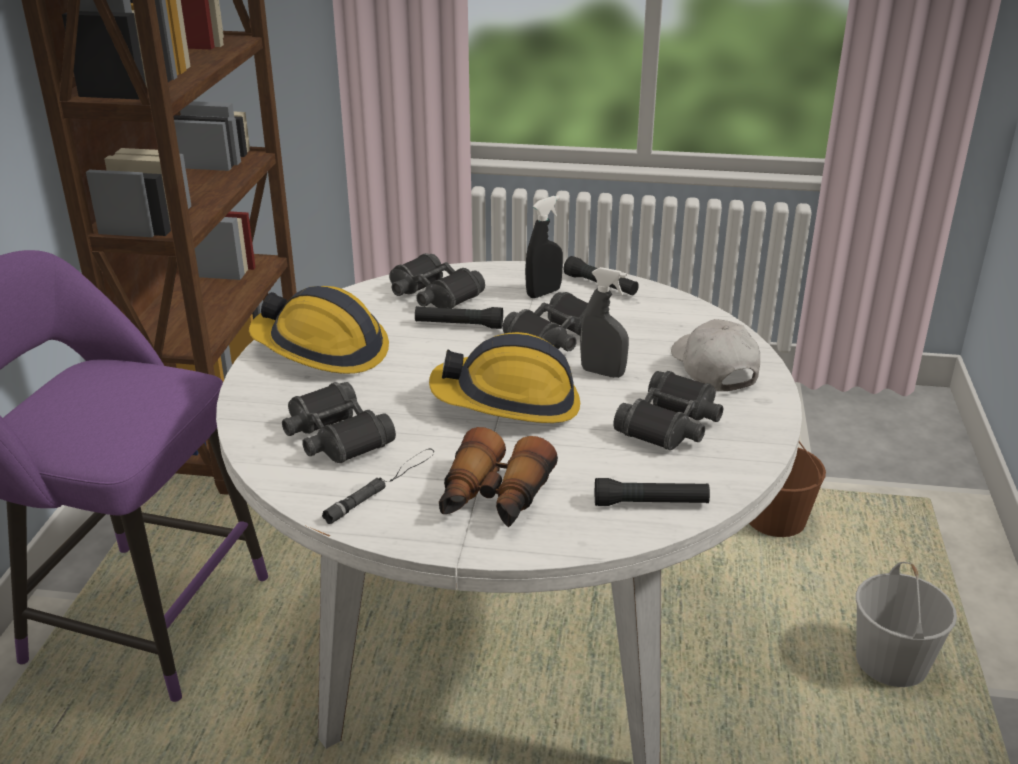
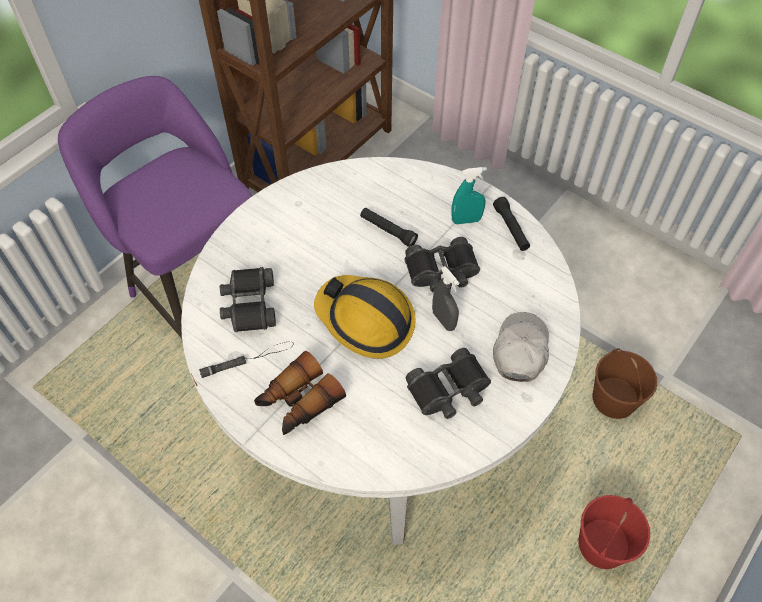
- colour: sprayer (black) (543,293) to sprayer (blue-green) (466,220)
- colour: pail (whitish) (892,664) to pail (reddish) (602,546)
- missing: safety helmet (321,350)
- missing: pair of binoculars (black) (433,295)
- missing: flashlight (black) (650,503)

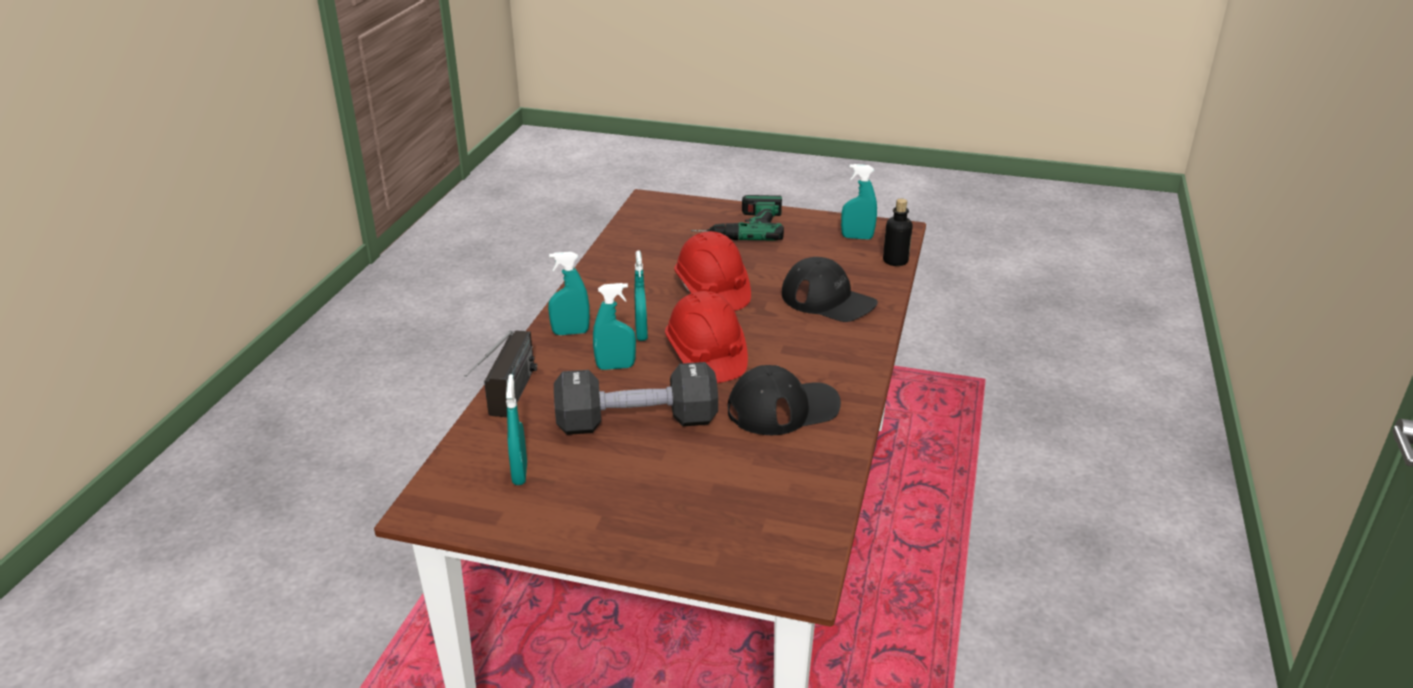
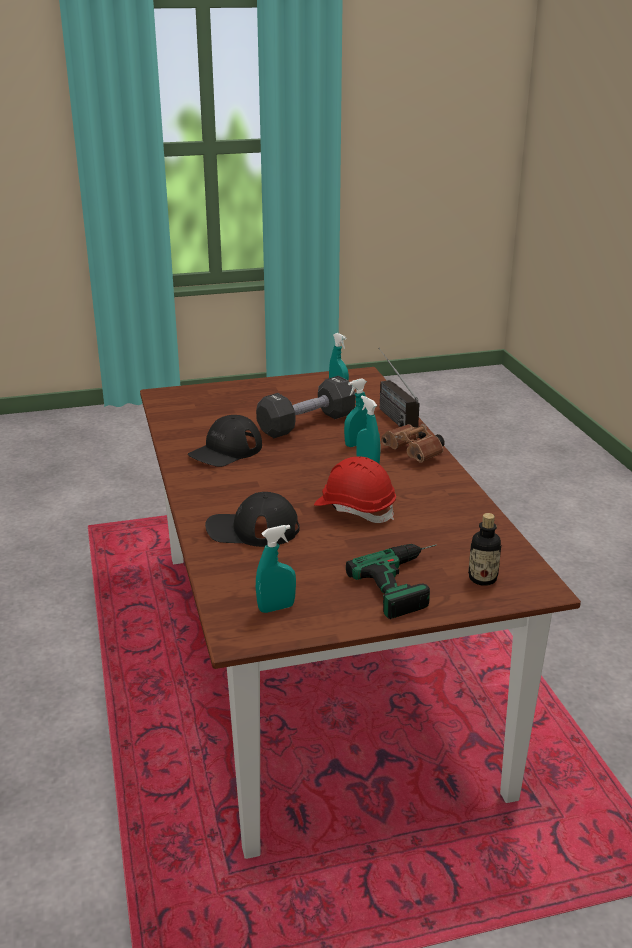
- exchanged: sprayer (blue-green) (570,332) to pair of binoculars (brown-coloured) (415,454)
- relocated: drink bottle (895,261) to (482,578)
- missing: safety helmet (reddish) (706,356)

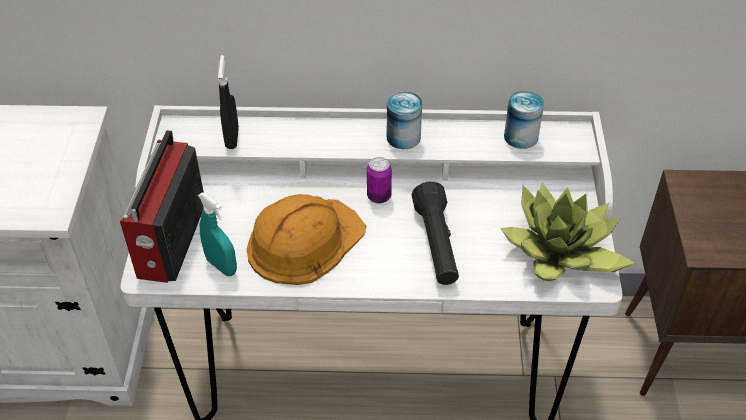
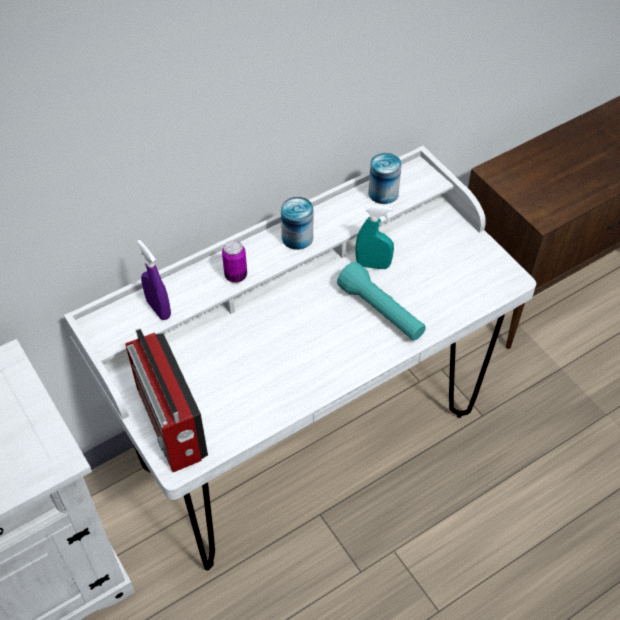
- colour: sprayer (black) (232,138) to sprayer (purplish) (158,309)
- relocated: can (379,196) to (236,275)
- colour: flashlight (black) (436,245) to flashlight (blue-green) (381,312)
- relocated: sprayer (blue-green) (221,266) to (373,265)
- missing: safety helmet (orange) (304,241)
- missing: plant in a pot (561,251)

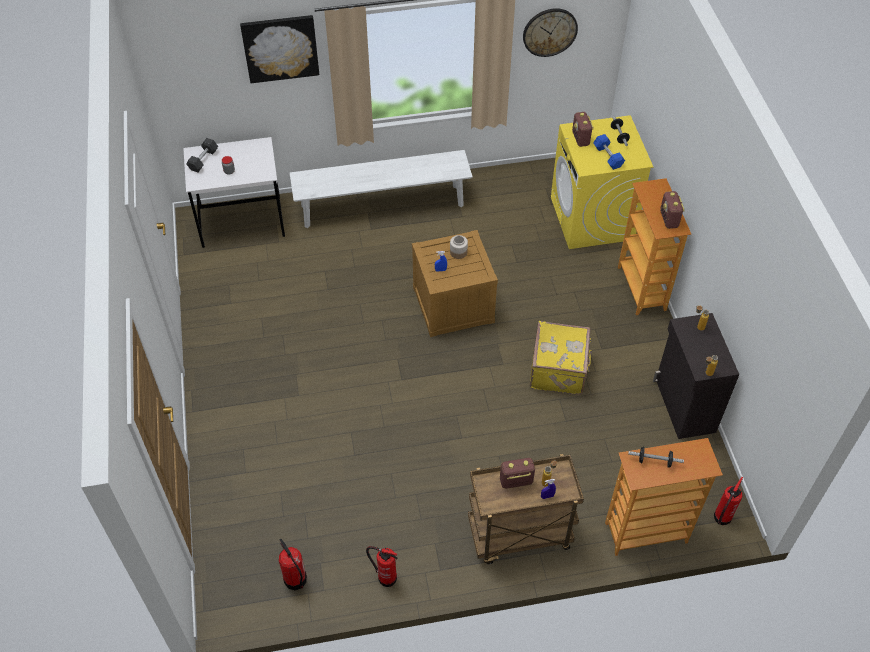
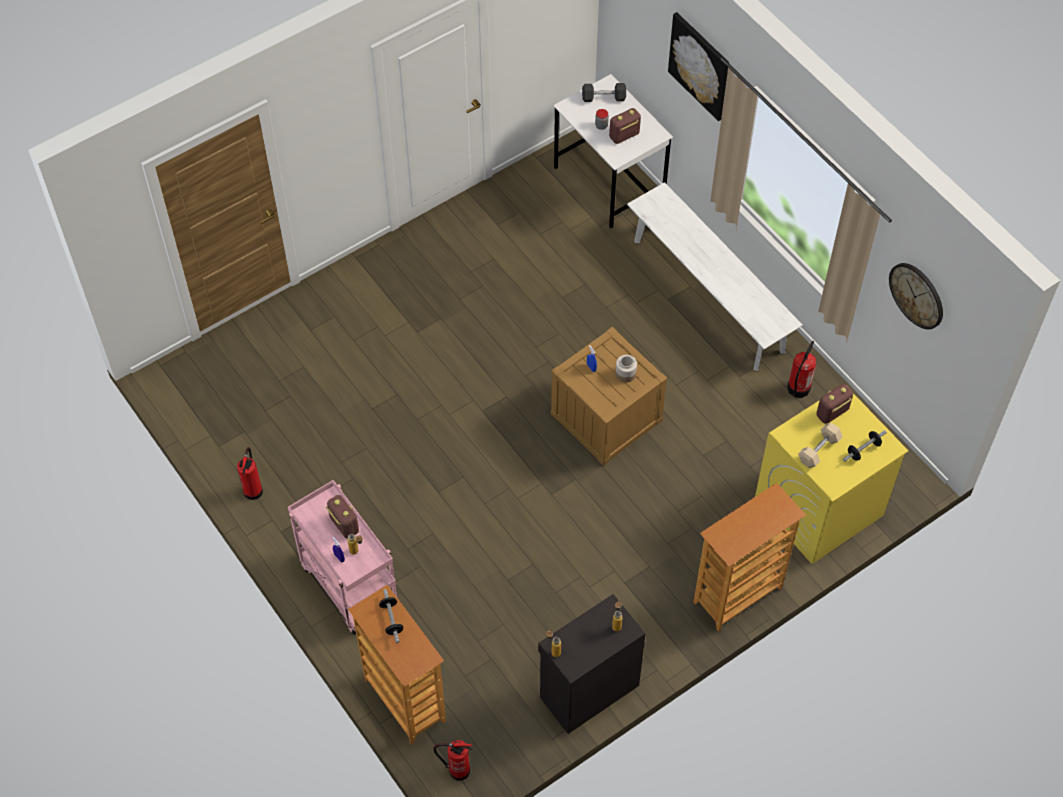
- colour: trolley (brown-coloured) (519,536) to trolley (pinkish) (348,585)
- relocated: radio receiver (669,219) to (624,136)
- relocated: extinguisher (295,579) to (798,388)
- colour: hand weight (blue-coloured) (608,157) to hand weight (beige-coloured) (819,450)
- missing: travel case (yellowish) (559,369)

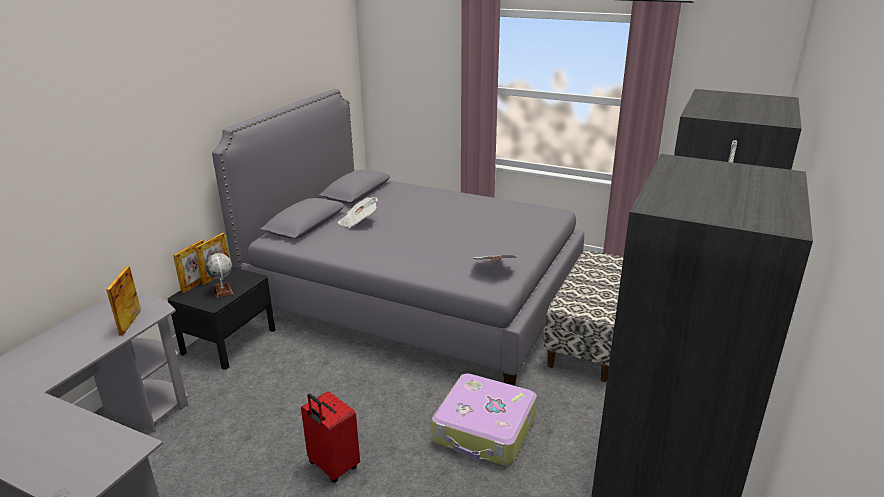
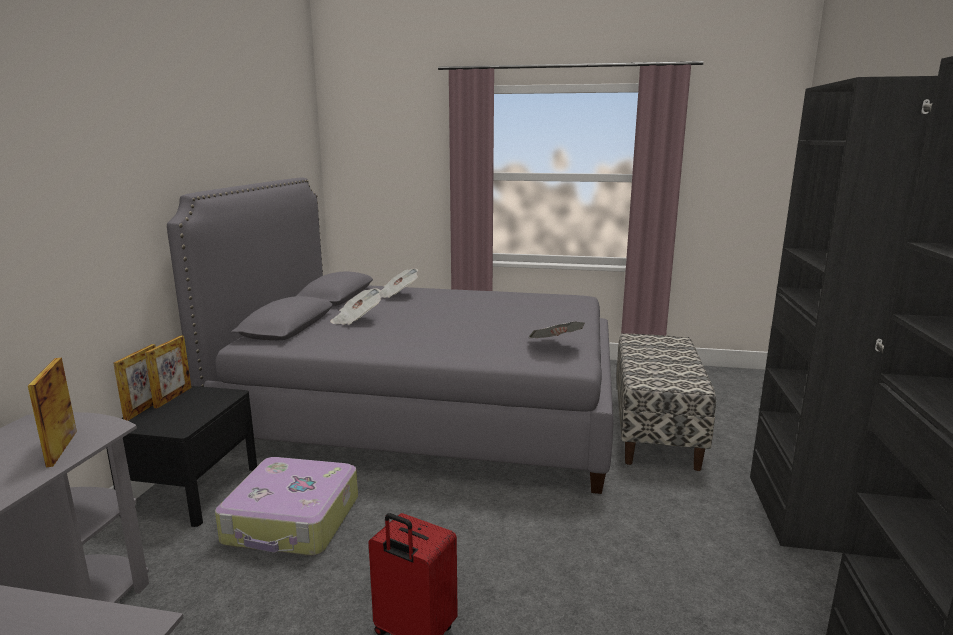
- relocated: travel case (485,430) to (293,521)
- appeared: newspaper (397,295)
- missing: globe (223,290)

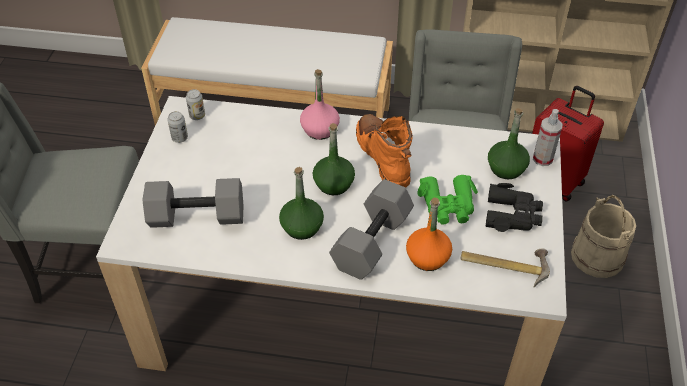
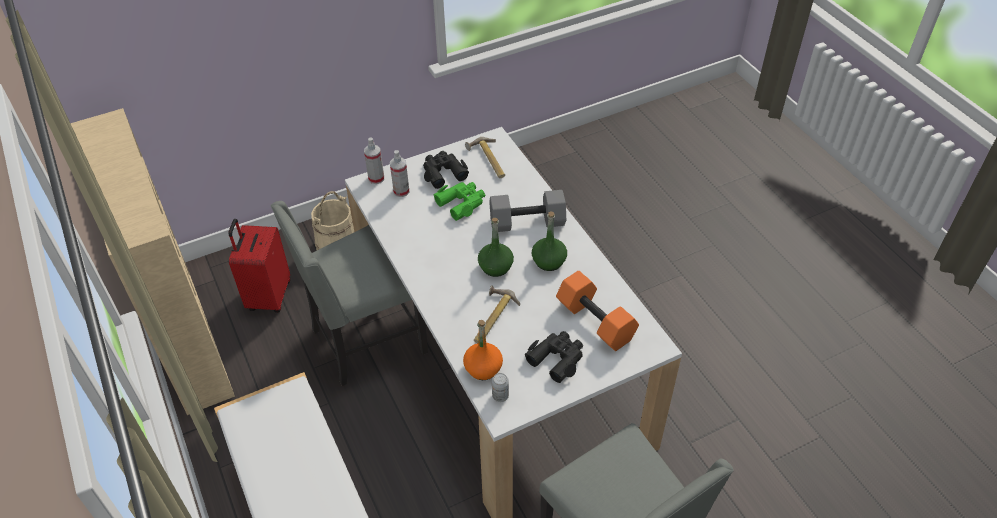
- exchanged: drink bottle (green) (506,168) to sprayer (401,191)
- relocated: drink bottle (orange) (427,258) to (483,368)
- appeared: hand hammer (491,318)
- appeared: pair of binoculars (black) (557,358)
- colour: hand weight (grey) (196,217) to hand weight (orange) (597,321)
- missing: can (180,138)
- missing: drink bottle (pinkish) (320,129)
- missing: high-top boot (orange) (383,157)

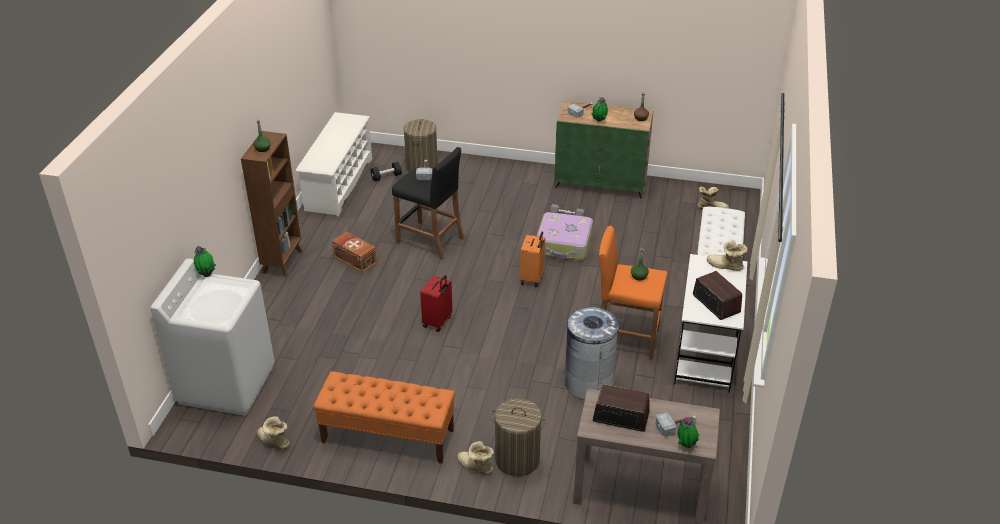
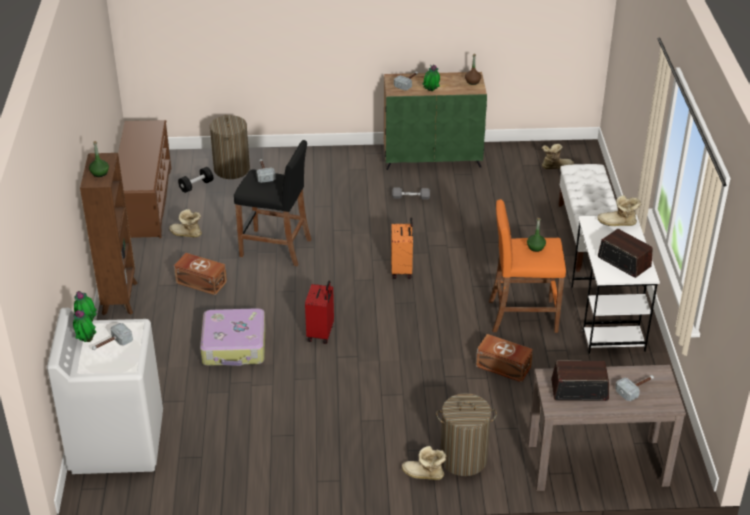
- relocated: plant in a pot (685,445) to (86,340)
- appeared: hand hammer (111,344)
- colour: shoe shelf (whitish) (338,184) to shoe shelf (brown-coloured) (145,202)
- relocated: high-top boot (274,442) to (186,234)
- relocated: travel case (564,244) to (234,346)
- exchanged: waste bin (grey) (588,382) to storage box (brown-coloured) (503,367)
- missing: bench (orange) (387,436)

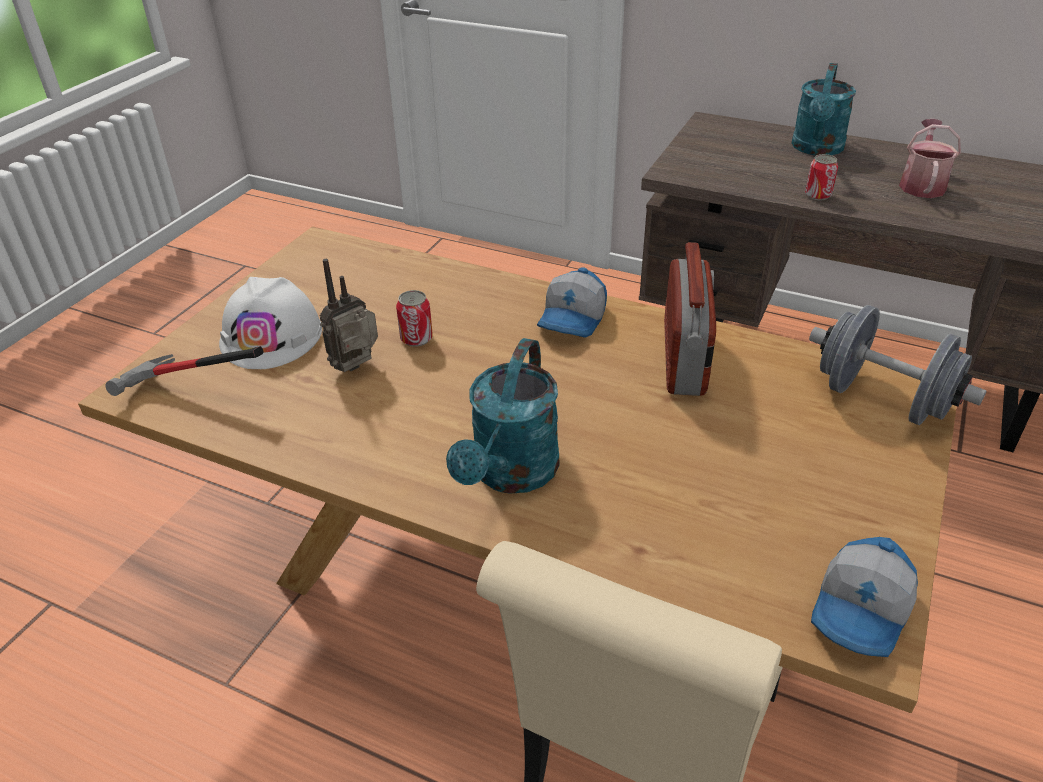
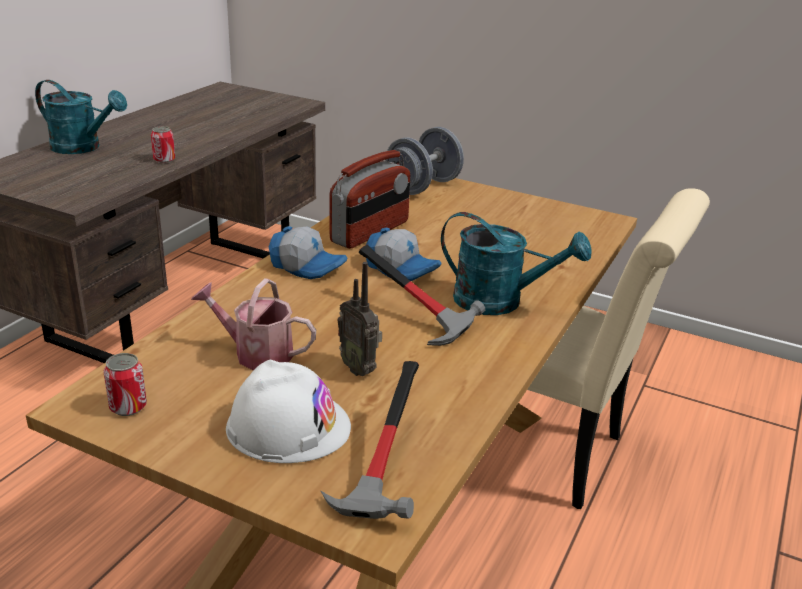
- relocated: can (416,338) to (128,407)
- relocated: sprinkling can (921,184) to (256,353)
- spun: radio receiver (685,358) = (370,232) 120 degrees clockwise
- appeared: hand hammer (421,317)
- relocated: baseball cap (862,612) to (402,268)

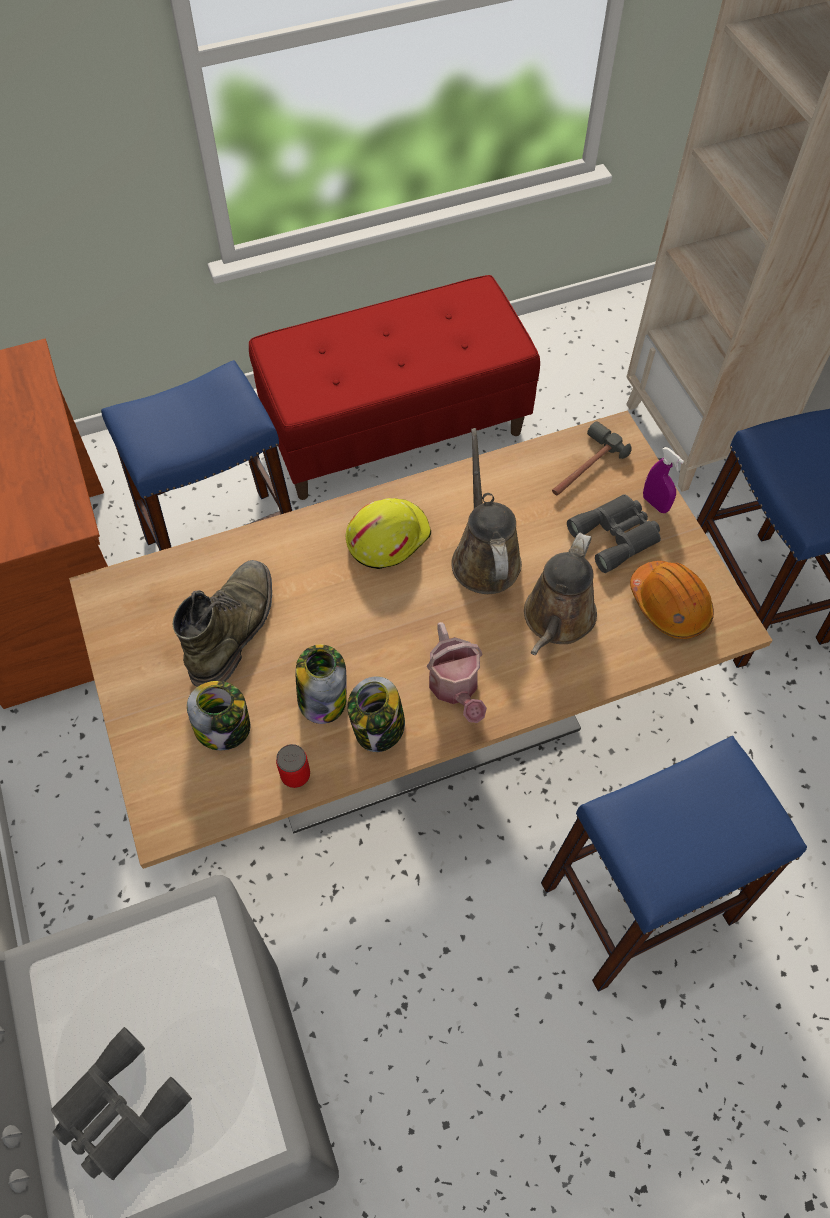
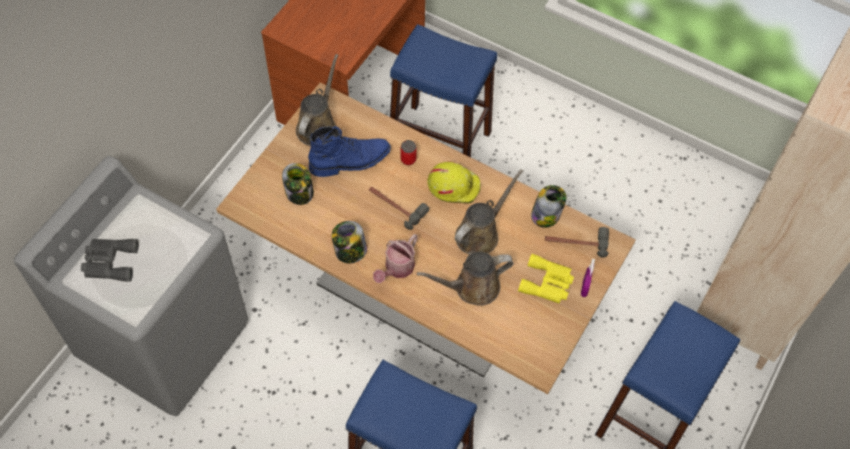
- appeared: sprinkling can (brown-coloured) (318,126)
- colour: high-top boot (green) (233,628) to high-top boot (blue-coloured) (350,160)
- appeared: hand hammer (395,206)
- relocated: can (295,775) to (408,159)
- colour: pair of binoculars (grey) (617,535) to pair of binoculars (yellowish) (547,283)
- relocated: preserve jar (322,698) to (546,215)
- missing: bench (reddish) (395,428)
- missing: safety helmet (orange) (669,605)

